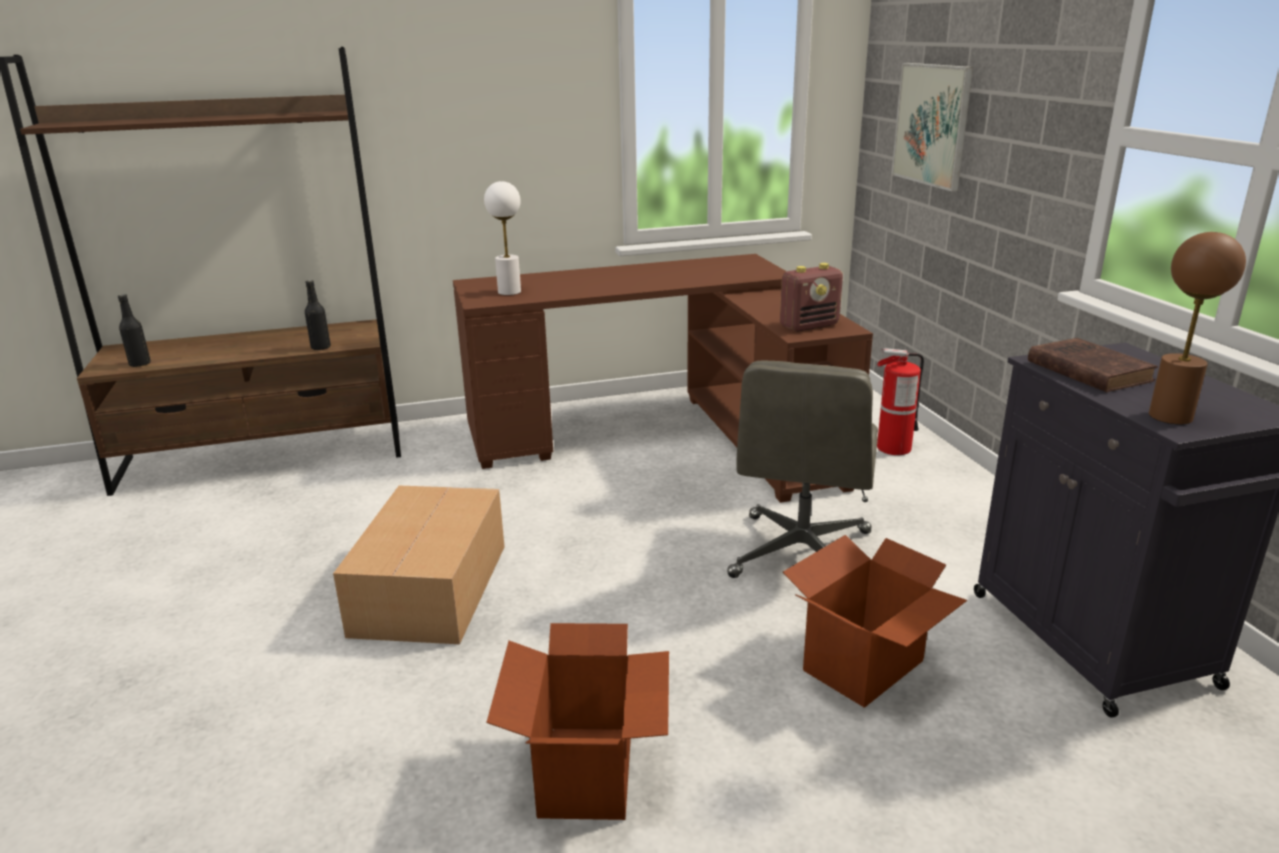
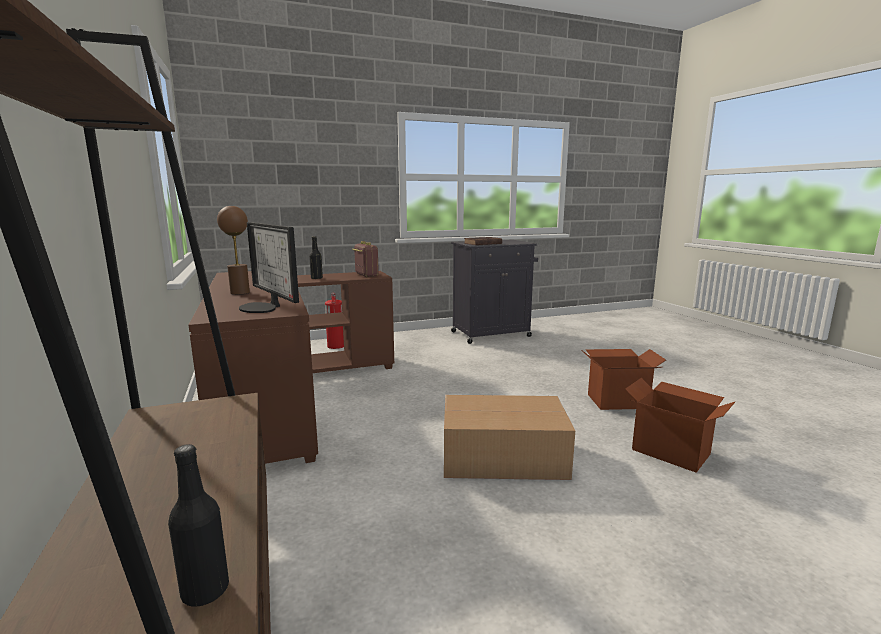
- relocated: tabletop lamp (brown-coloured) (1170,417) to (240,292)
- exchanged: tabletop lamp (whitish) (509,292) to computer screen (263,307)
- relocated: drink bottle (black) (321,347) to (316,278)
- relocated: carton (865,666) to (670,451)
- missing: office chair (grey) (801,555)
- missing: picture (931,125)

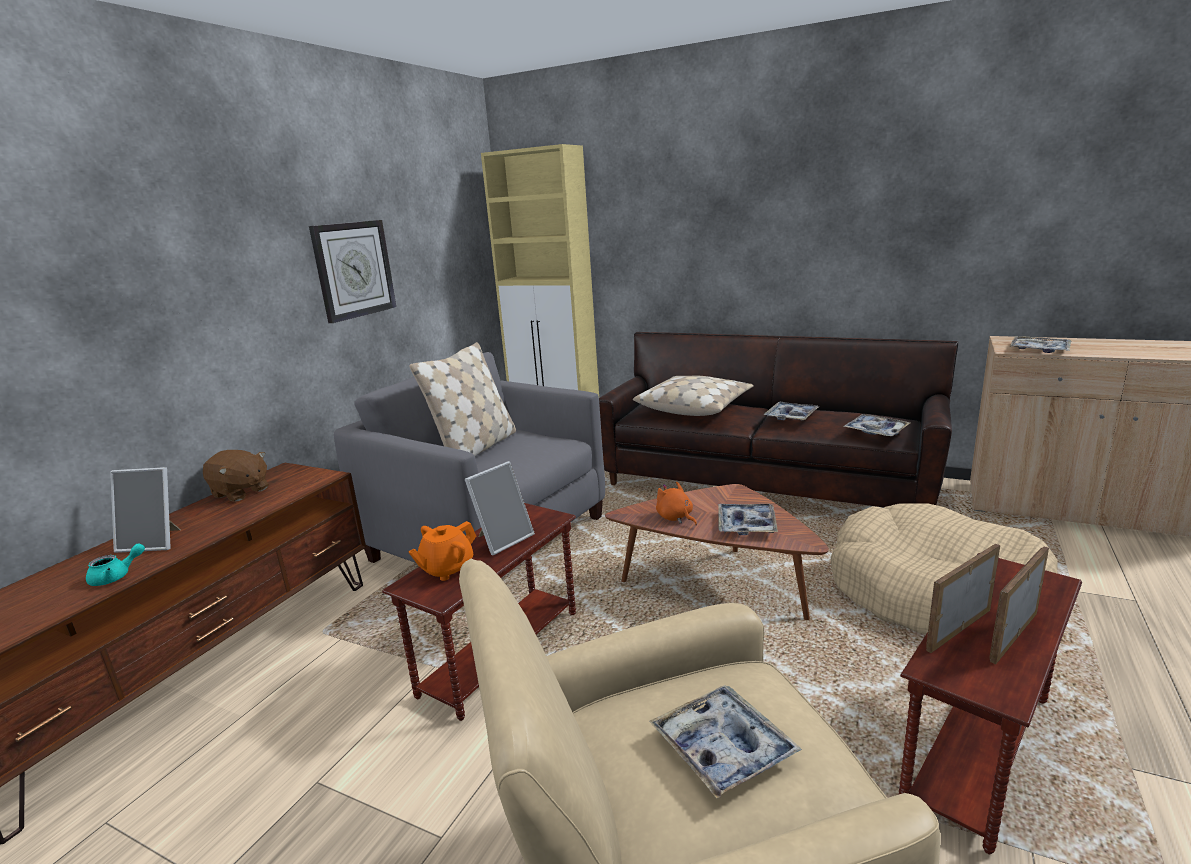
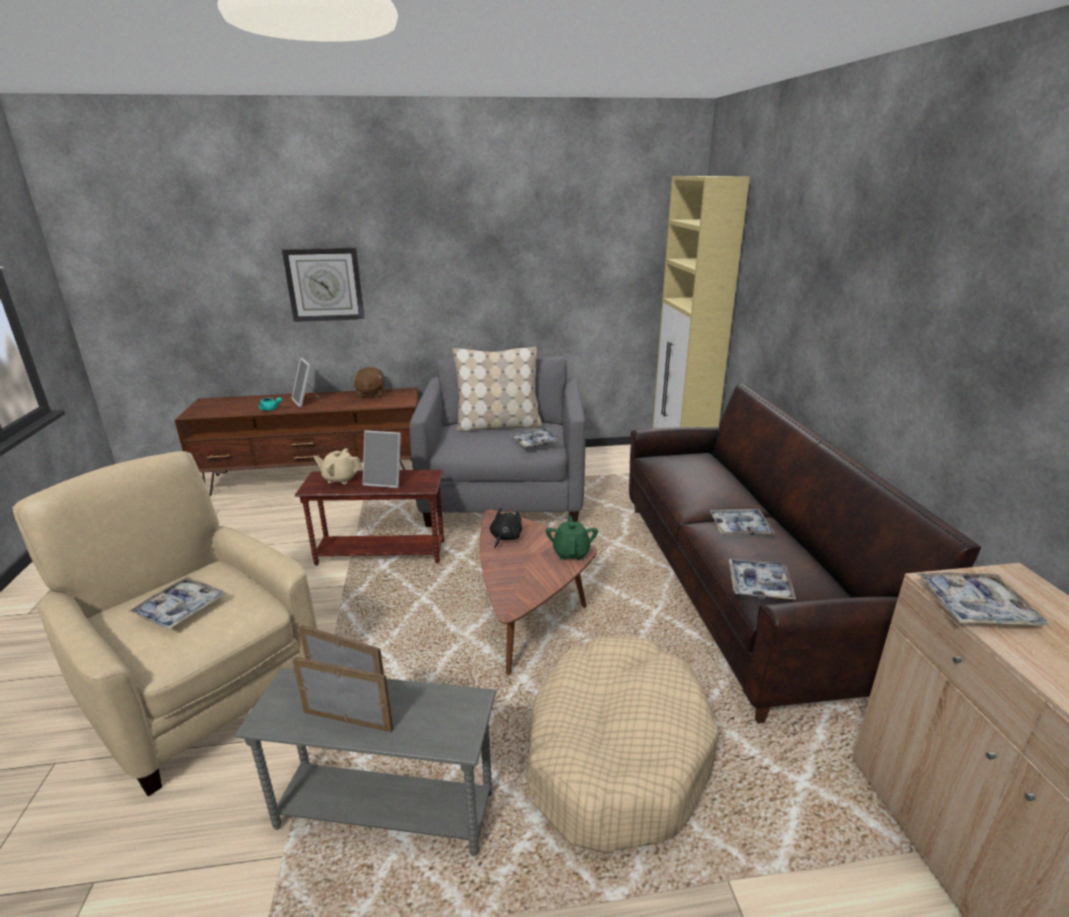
- colour: accent table (brown-coloured) (979,751) to accent table (grey) (385,812)
- relocated: clock on the wall (353,269) to (324,284)
- colour: tea pot (orange) (447,569) to tea pot (beige-coloured) (340,479)
- colour: soft toy (orange) (675,518) to soft toy (black) (505,538)
- relocated: serving tray (746,525) to (535,442)
- appeared: tea pot (green) (571,553)
- missing: throw pillow (beige-coloured) (694,406)

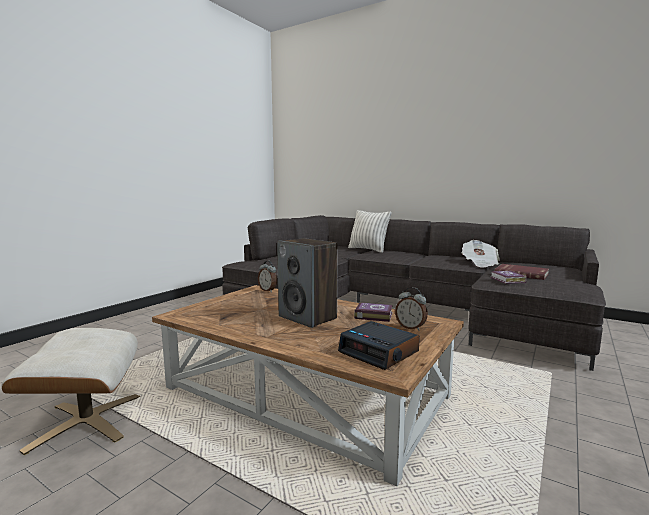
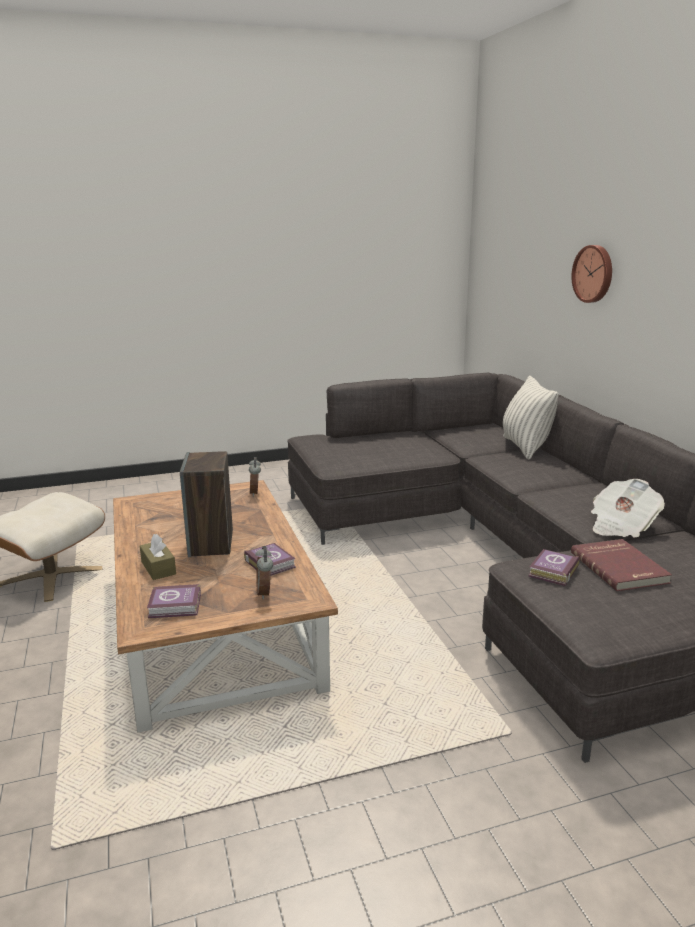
- appeared: tissue holder (brown-coloured) (158,568)
- exchanged: alarm clock (379,352) to book (176,606)
- appeared: clock on the wall (594,274)

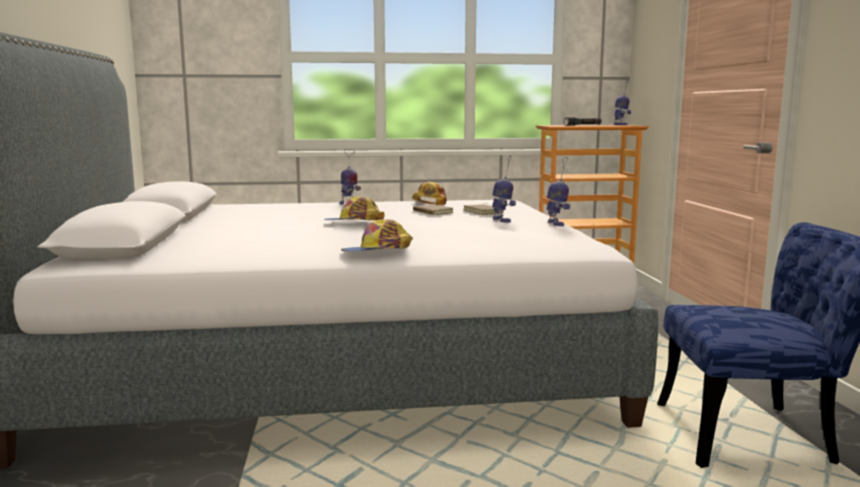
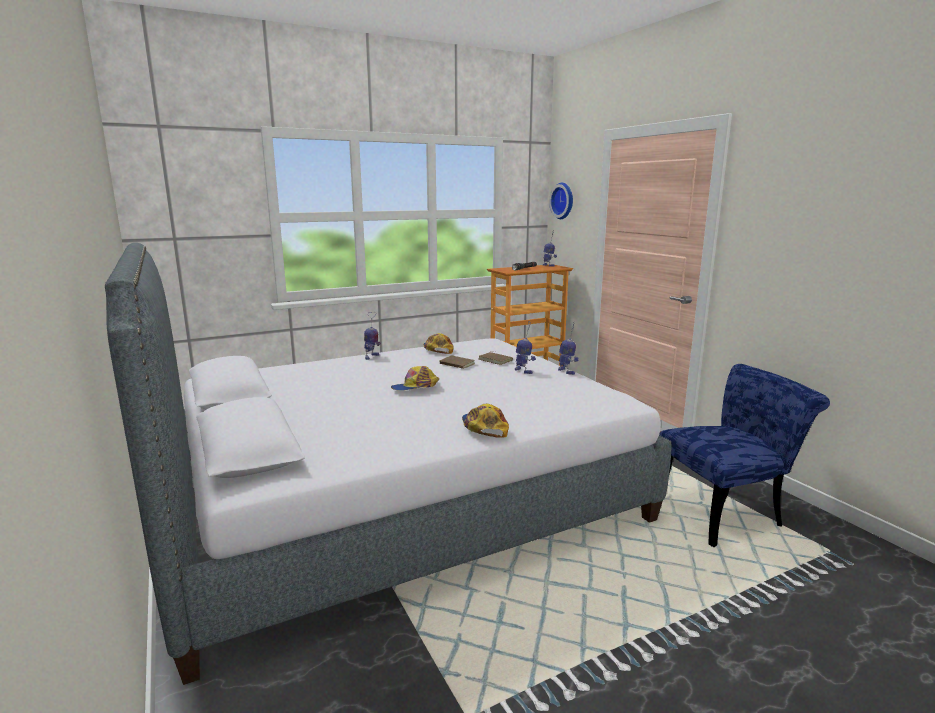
- spun: baseball cap (377,252) = (484,427) 120 degrees clockwise
- appeared: clock on the wall (563,201)

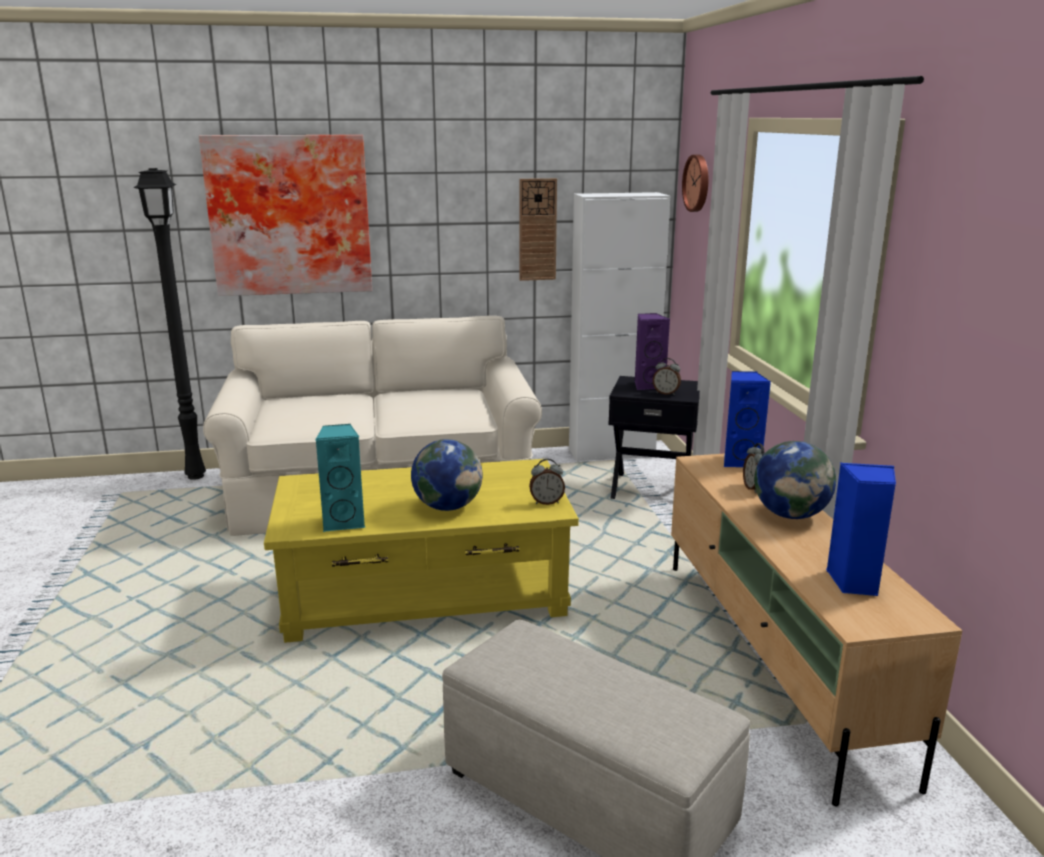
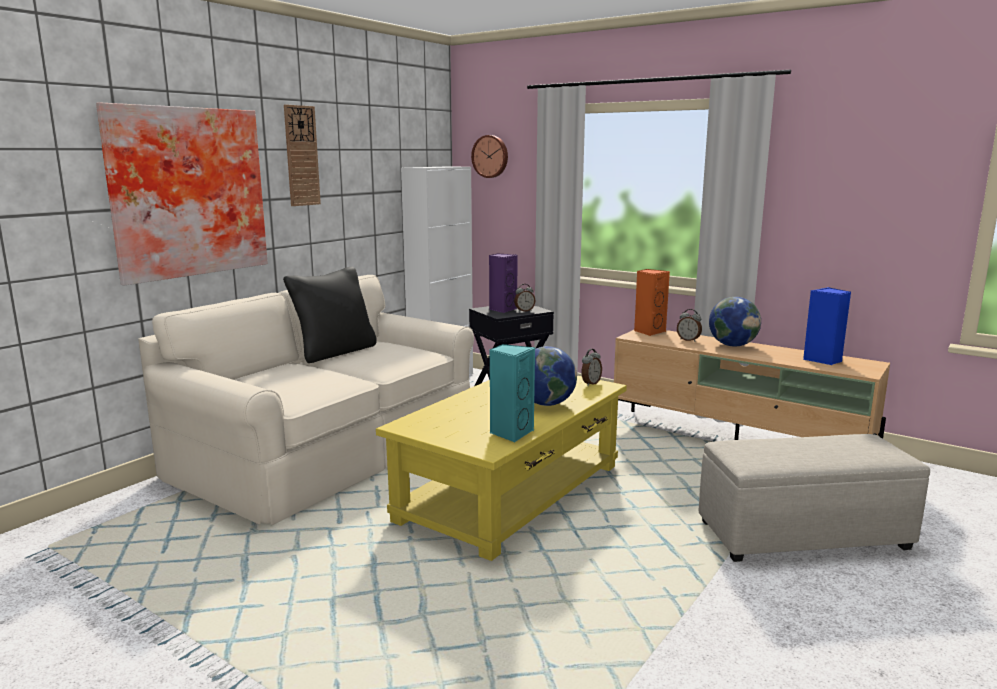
- appeared: throw pillow (black) (335,352)
- relocated: clock on the wall (537,230) to (301,156)
- colour: loudspeaker (blue-coloured) (740,461) to loudspeaker (orange) (649,331)
- missing: standard lamp (black) (197,475)

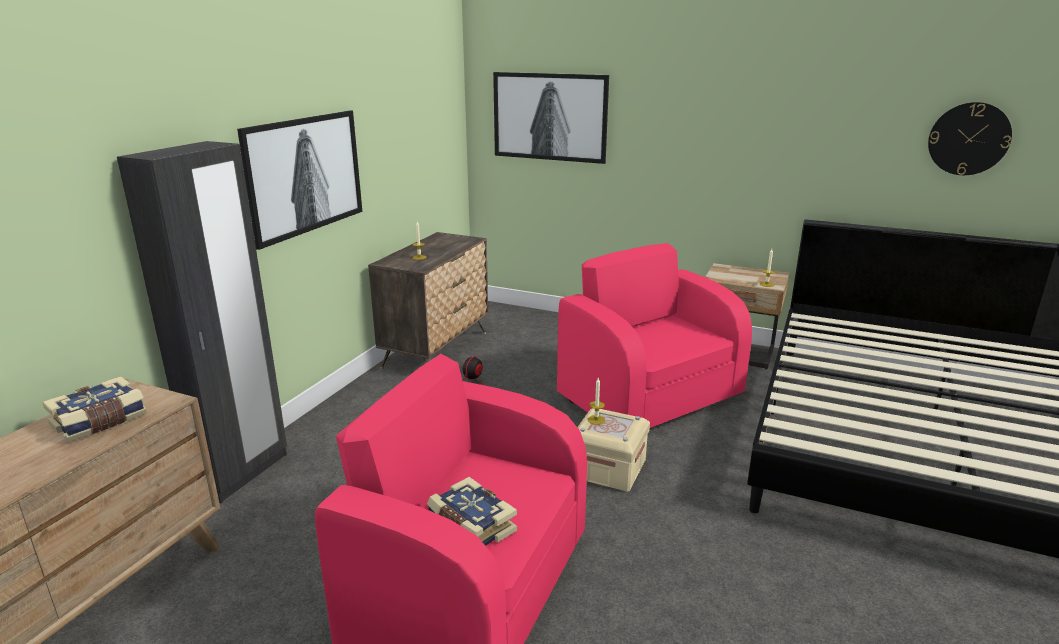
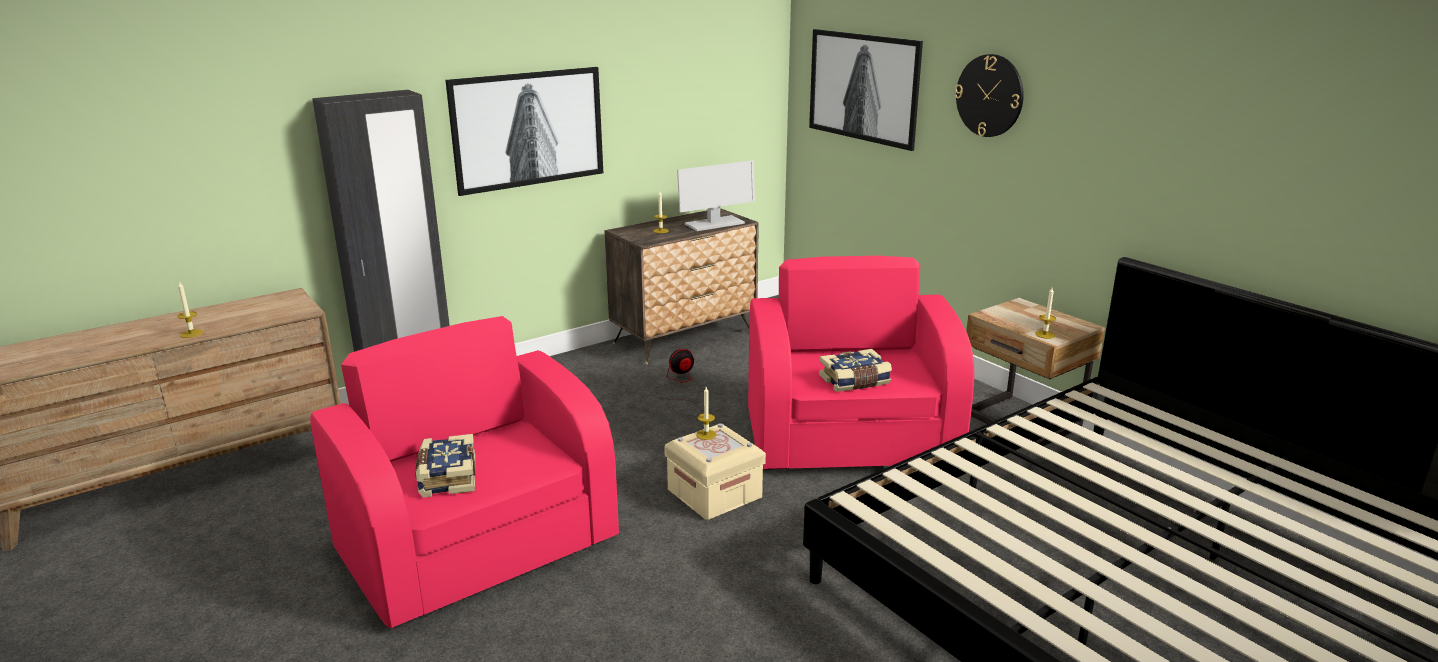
- appeared: wax candle (191,333)
- appeared: computer screen (714,224)
- relocated: book (100,421) to (855,381)
- relocated: clock on the wall (968,139) to (989,95)

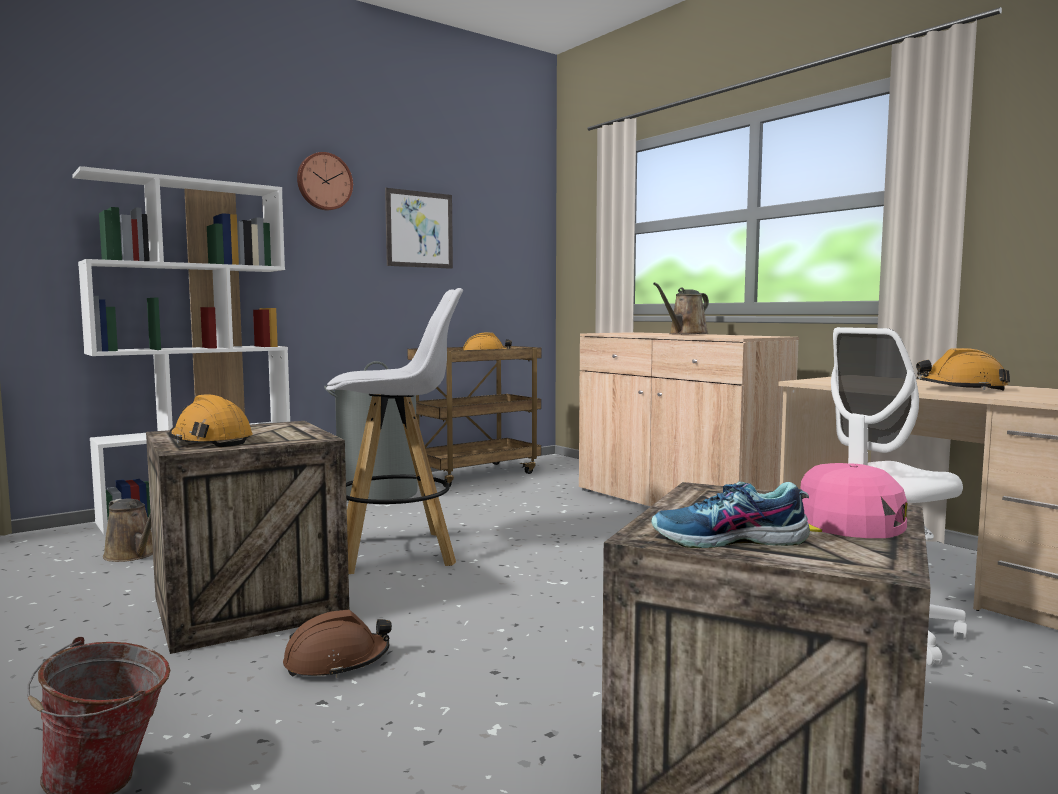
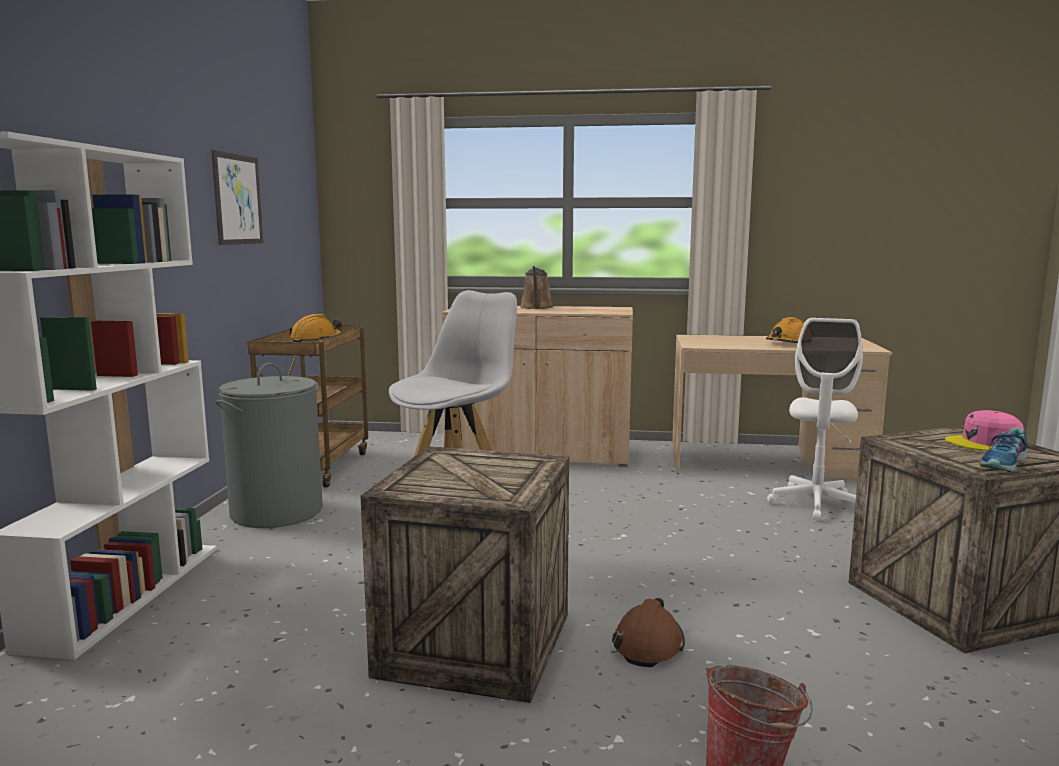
- missing: sprinkling can (brown-coloured) (133,555)
- missing: safety helmet (orange) (210,441)
- missing: clock on the wall (324,181)

